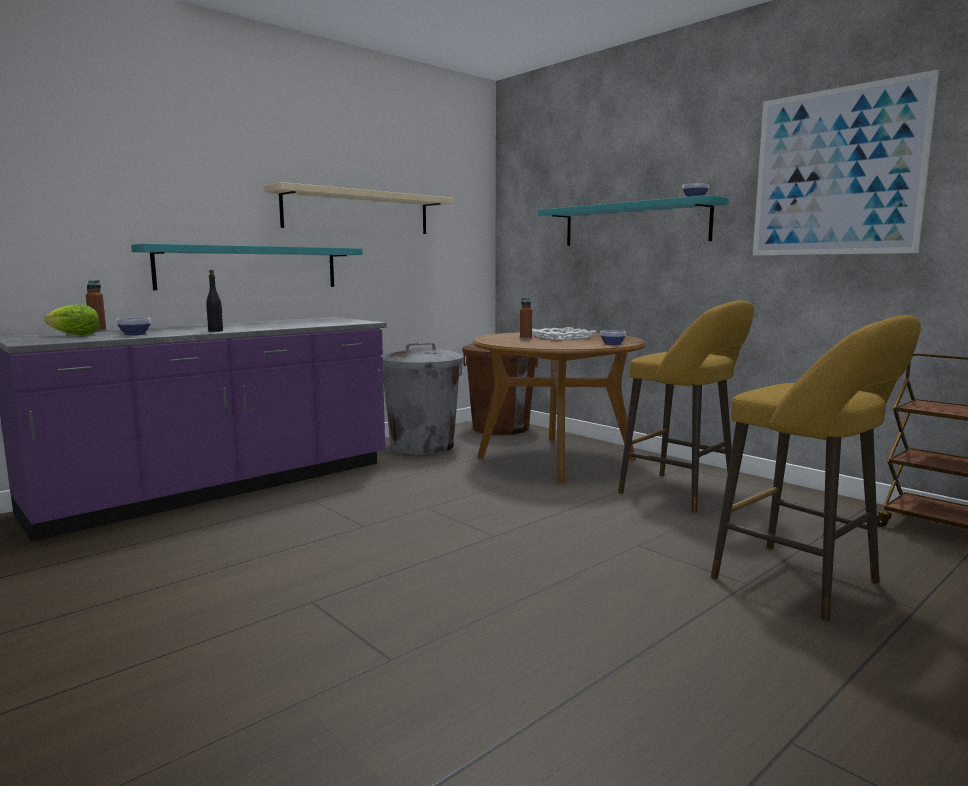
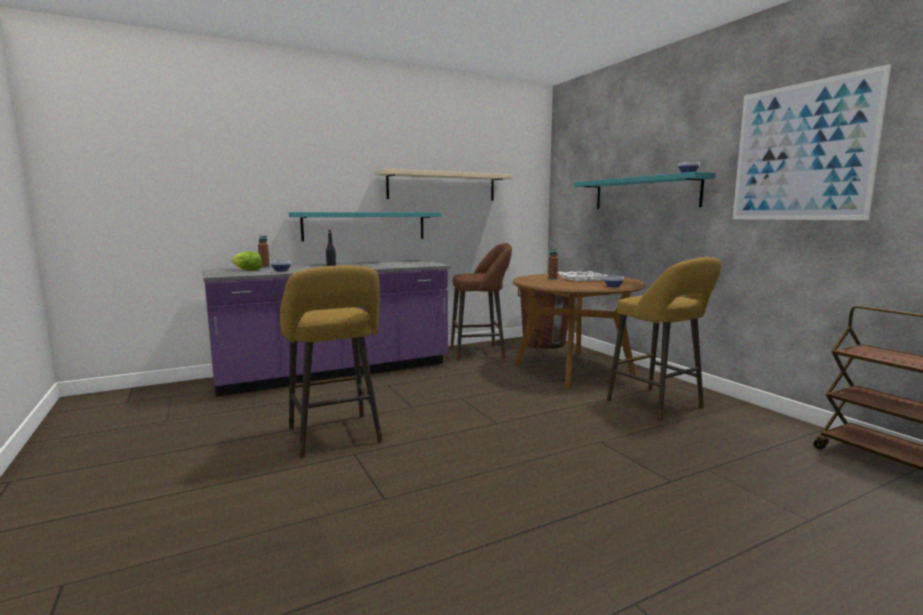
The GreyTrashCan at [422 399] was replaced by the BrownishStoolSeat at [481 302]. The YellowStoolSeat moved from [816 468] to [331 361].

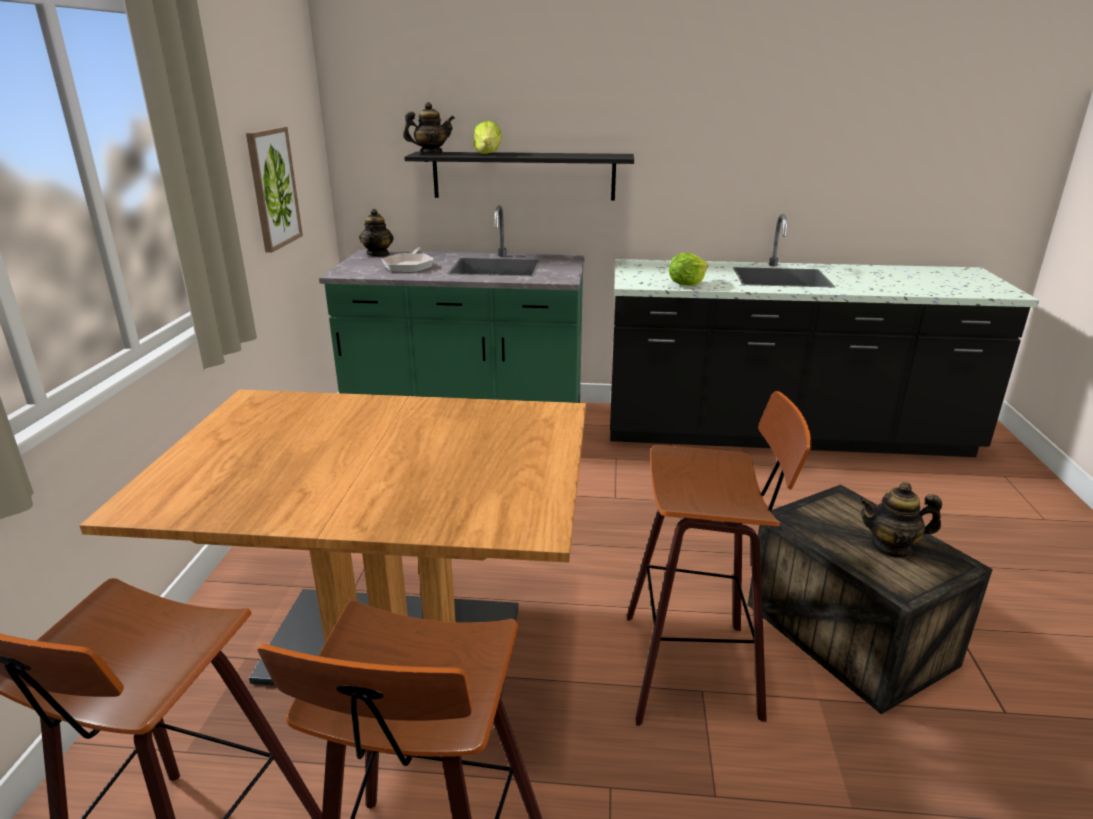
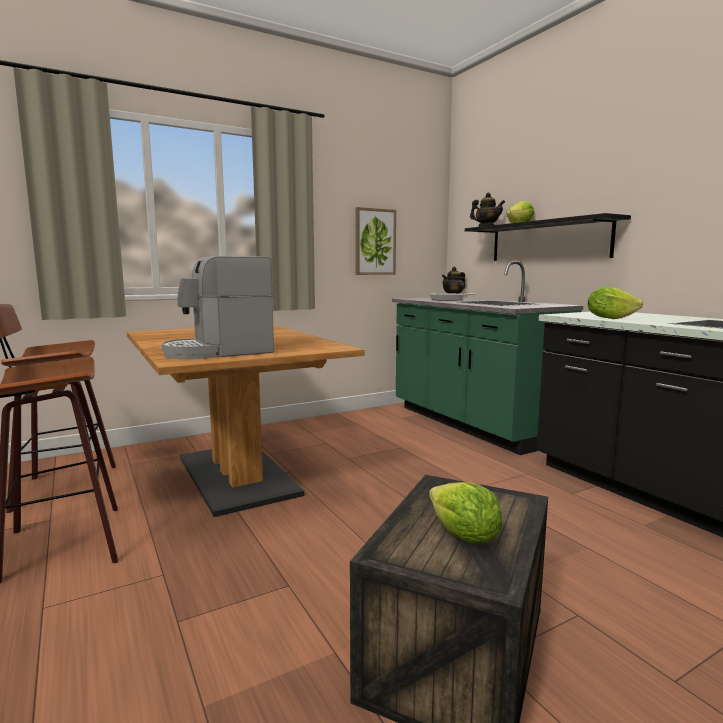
The StoolSeat at [719 558] disappeared. The Teapot at [900 520] was replaced by the LettuceHead at [465 513]. The CoffeeMaker at [218 308] appeared.

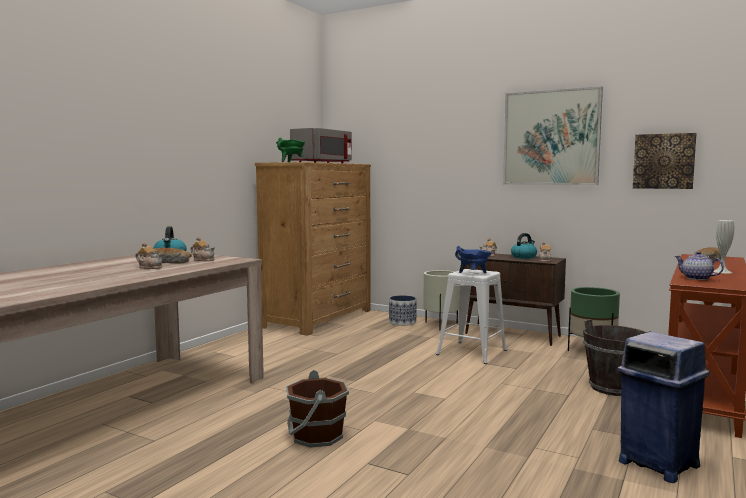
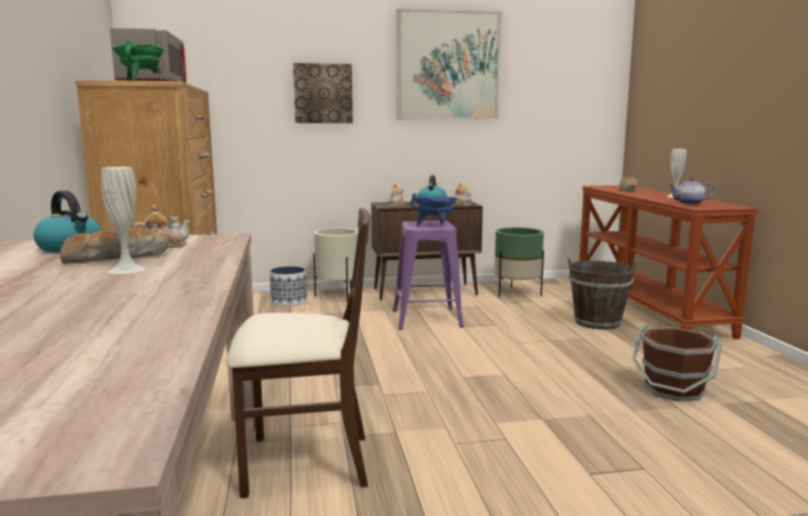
The Teapot at [149 255] was replaced by the WhiteColouredDecorativeVase at [123 220]. The BrownishWaterBucket moved from [317 409] to [677 362]. The WhiteColouredStoolSeat at [471 316] became the PurpleColouredStoolSeat at [428 275]. The BluishTrashCan at [663 407] disappeared. The WallArt moved from [665 161] to [323 93]. The SandColouredPlainChair at [298 353] appeared.

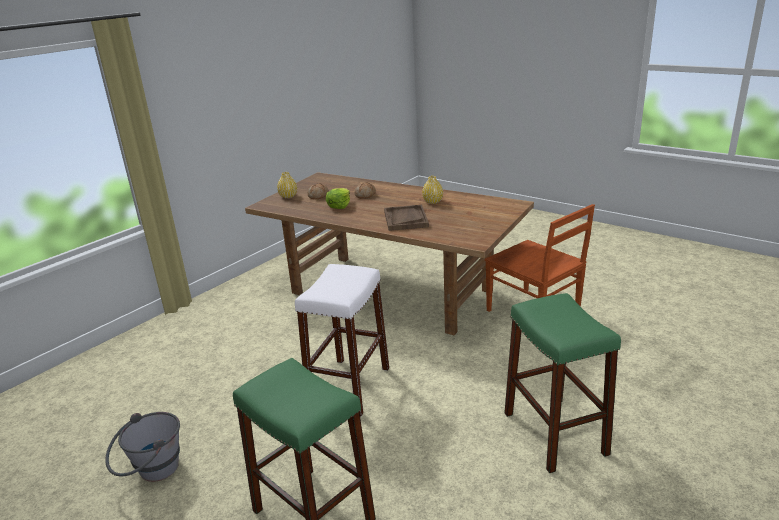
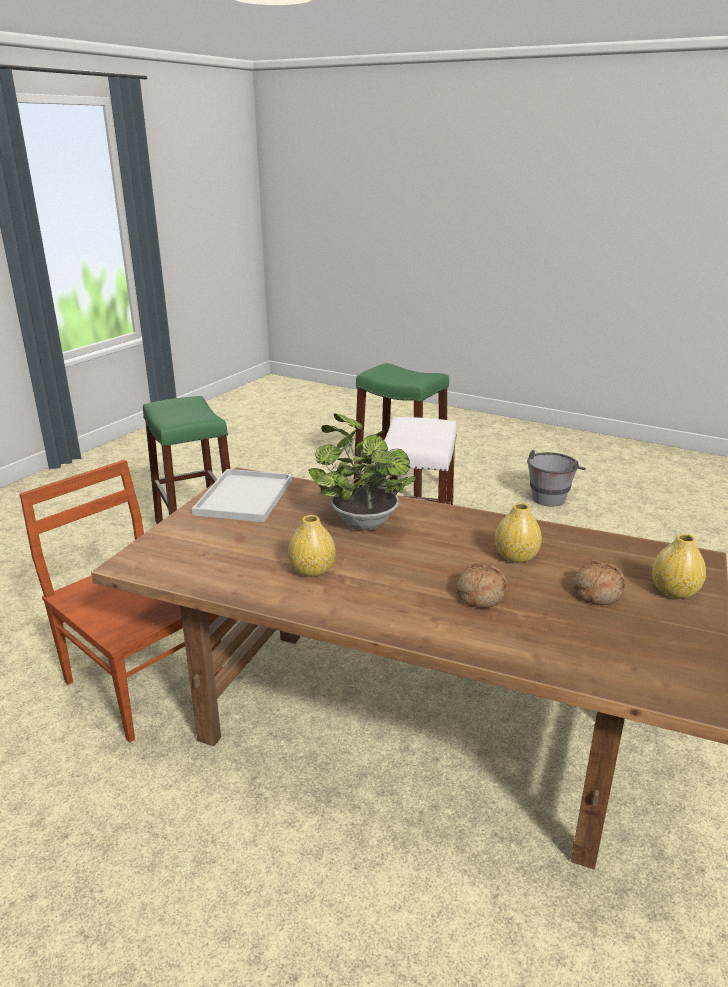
The LettuceHead at [338 198] was replaced by the YellowDecorativeVase at [518 533]. The BrownishTray at [406 218] was replaced by the Houseplant at [362 472]. The WhiteColouredTray at [242 495] appeared.

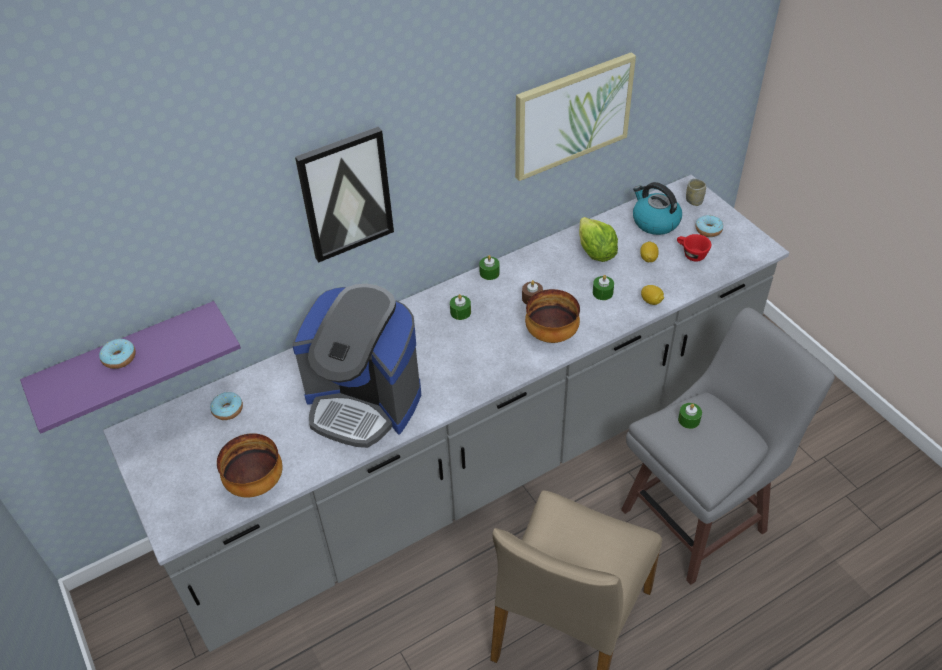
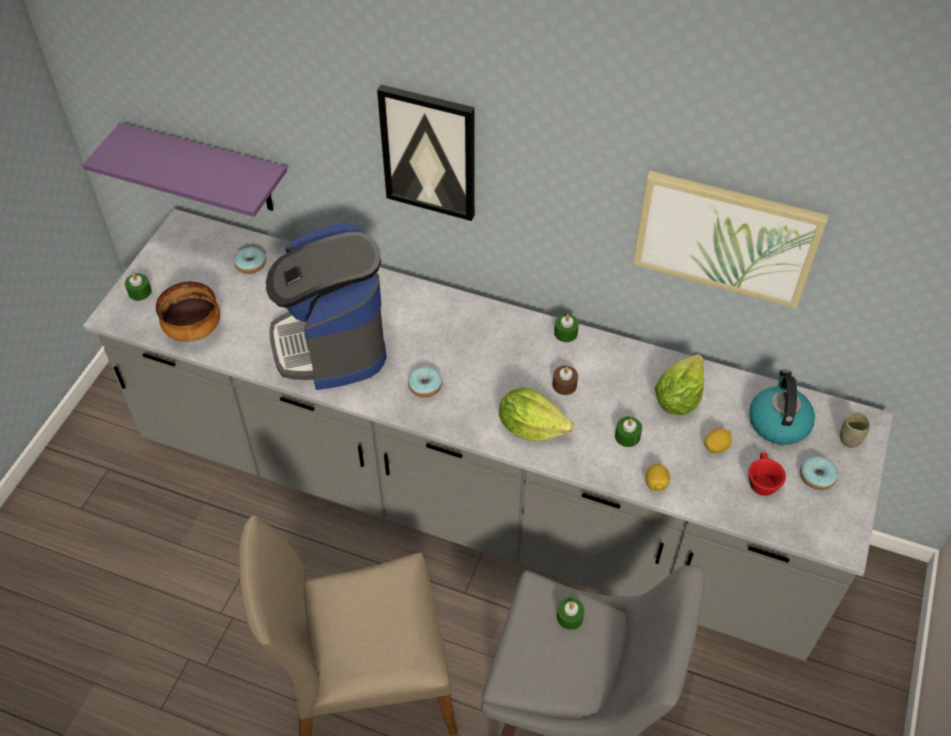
The RingDoughnut moved from [117 354] to [425 381]. The GreenishWaxLight moved from [460 307] to [138 287]. The DeepDish at [552 316] was replaced by the LettuceHead at [536 414].

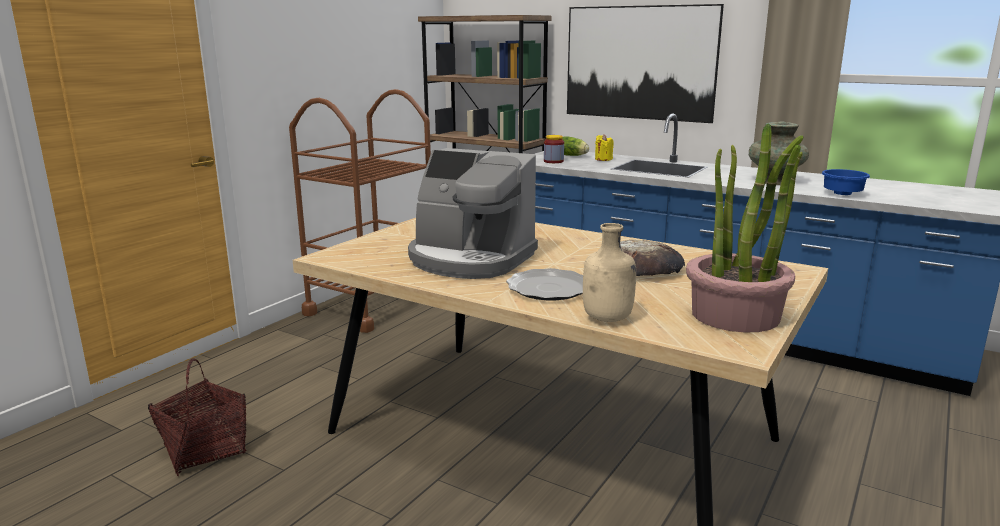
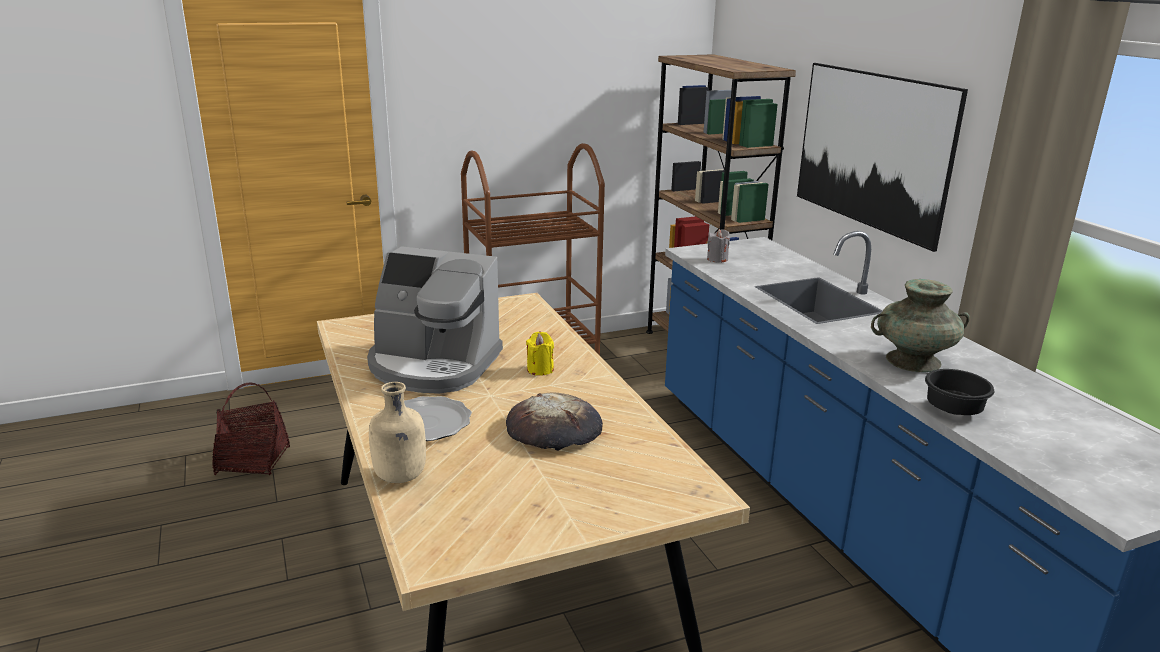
The CoffeeMaker at [473 213] turned 45 degrees counterclockwise. The StorageJar at [554 149] was replaced by the GreyWaxLight at [718 246]. The LettuceHead at [576 146] disappeared. The YellowWaxLight moved from [604 147] to [540 353]. The Houseplant at [744 228] disappeared. The BluishDeepDish at [846 182] became the BlackColouredDeepDish at [959 392].

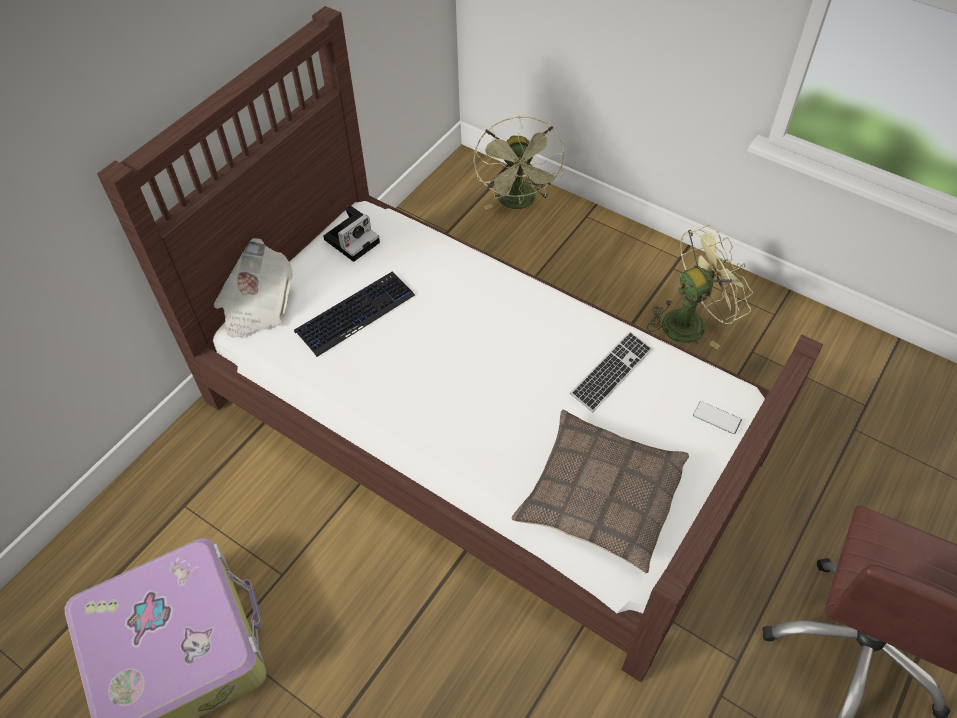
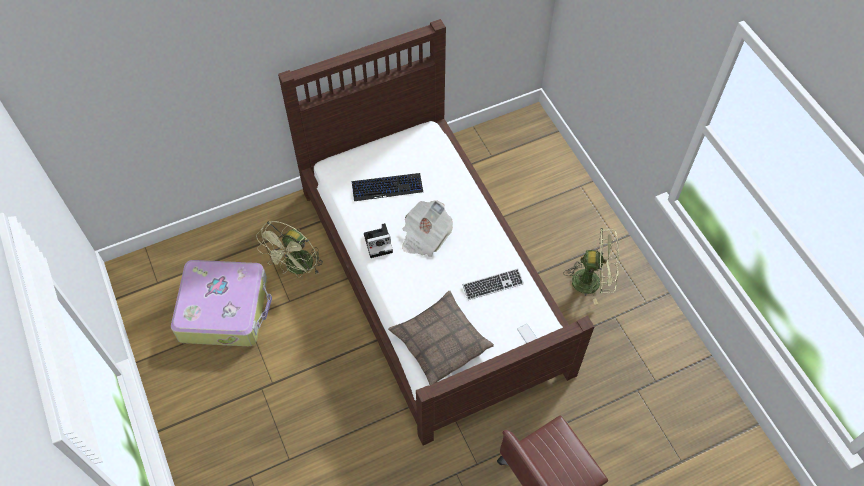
The PrintedPaper moved from [253 288] to [427 229]. The PhotoCamera moved from [351 233] to [378 240]. The GreenishCoolingFan moved from [518 162] to [289 249].

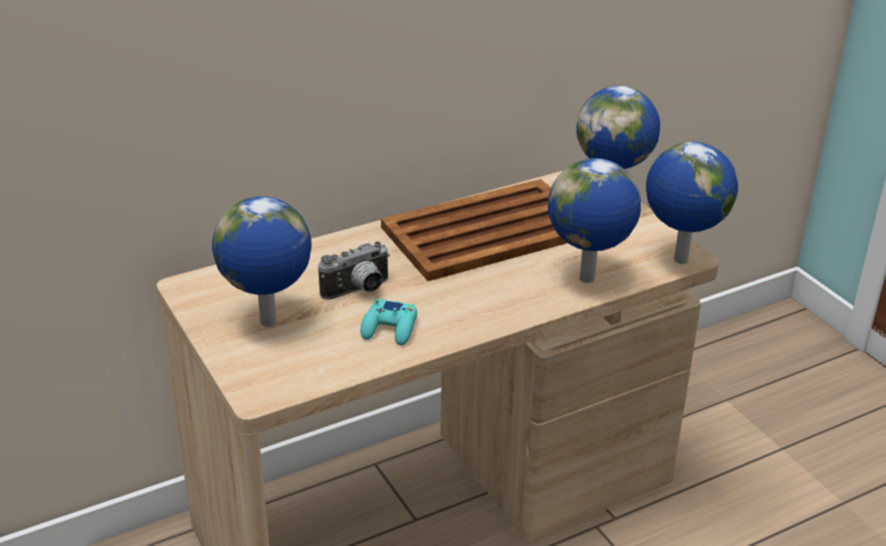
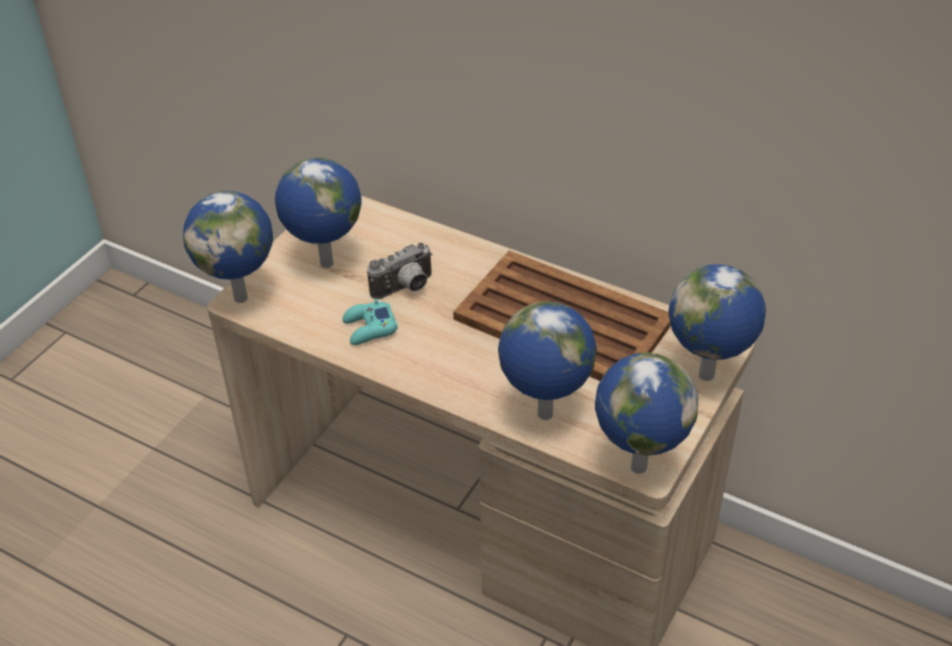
The PhotoCamera at [354 270] turned 60 degrees counterclockwise. The WorldGlobe at [228 247] appeared.

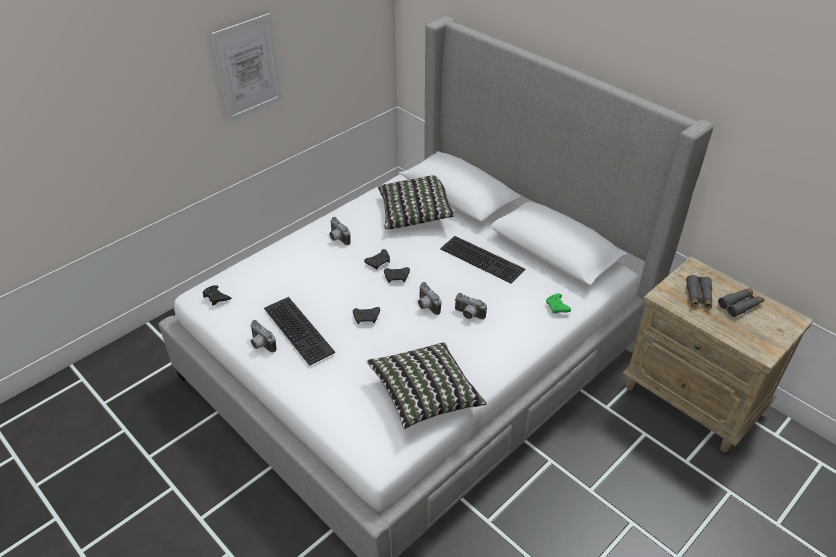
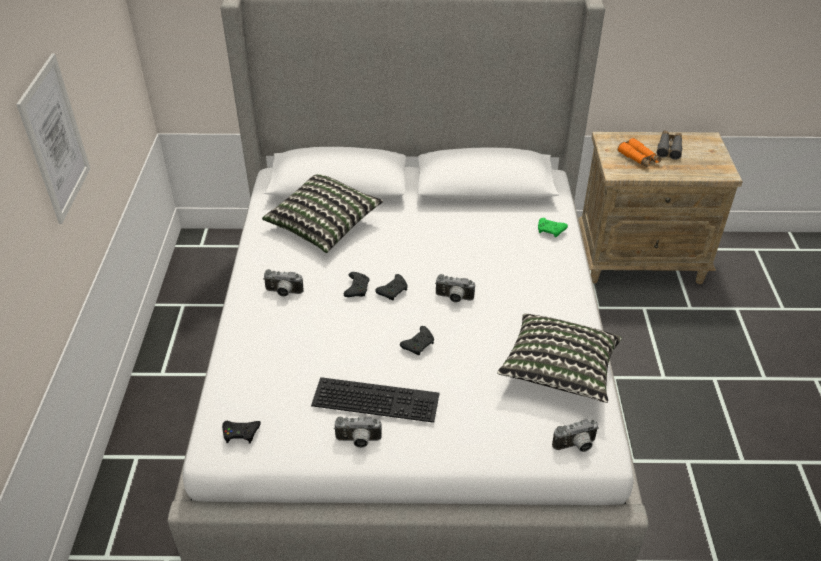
The Keyboard at [482 260] disappeared. The PhotoCamera moved from [471 306] to [575 435]. The GreyBinoculars at [699 292] became the OrangeColouredBinoculars at [639 153].

